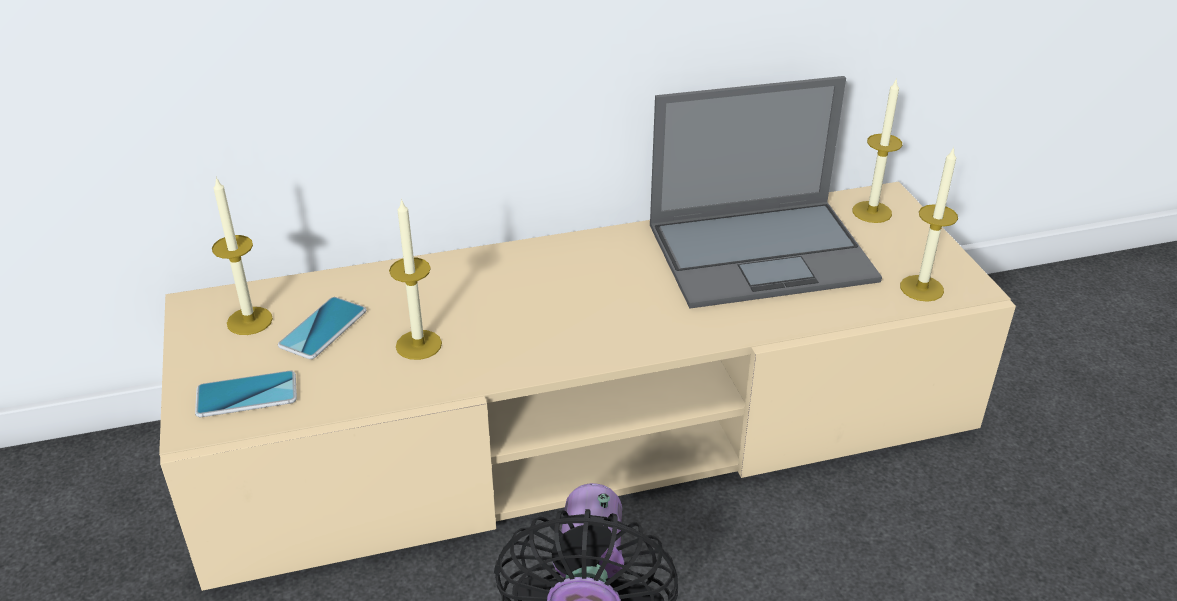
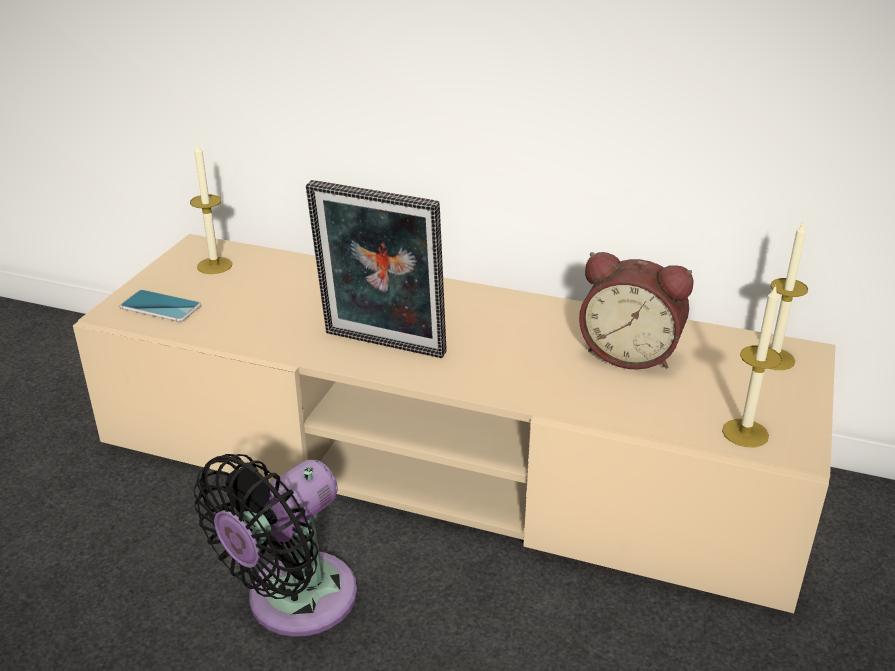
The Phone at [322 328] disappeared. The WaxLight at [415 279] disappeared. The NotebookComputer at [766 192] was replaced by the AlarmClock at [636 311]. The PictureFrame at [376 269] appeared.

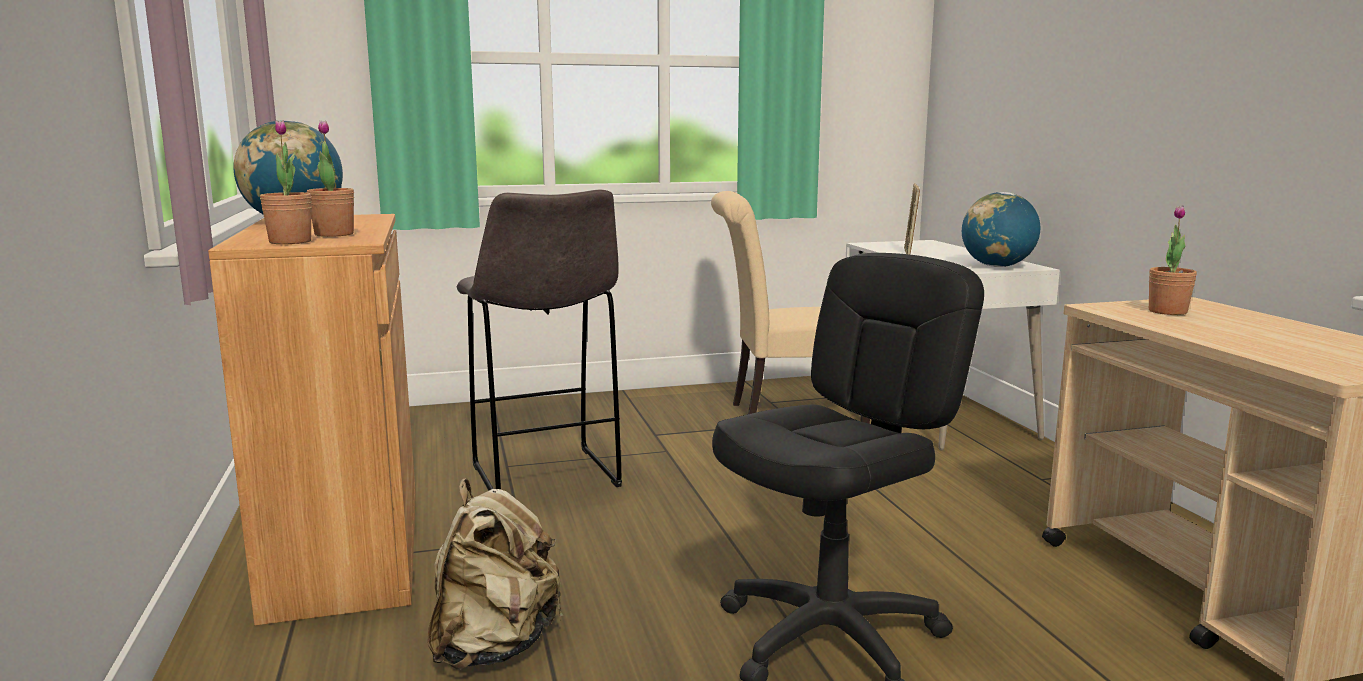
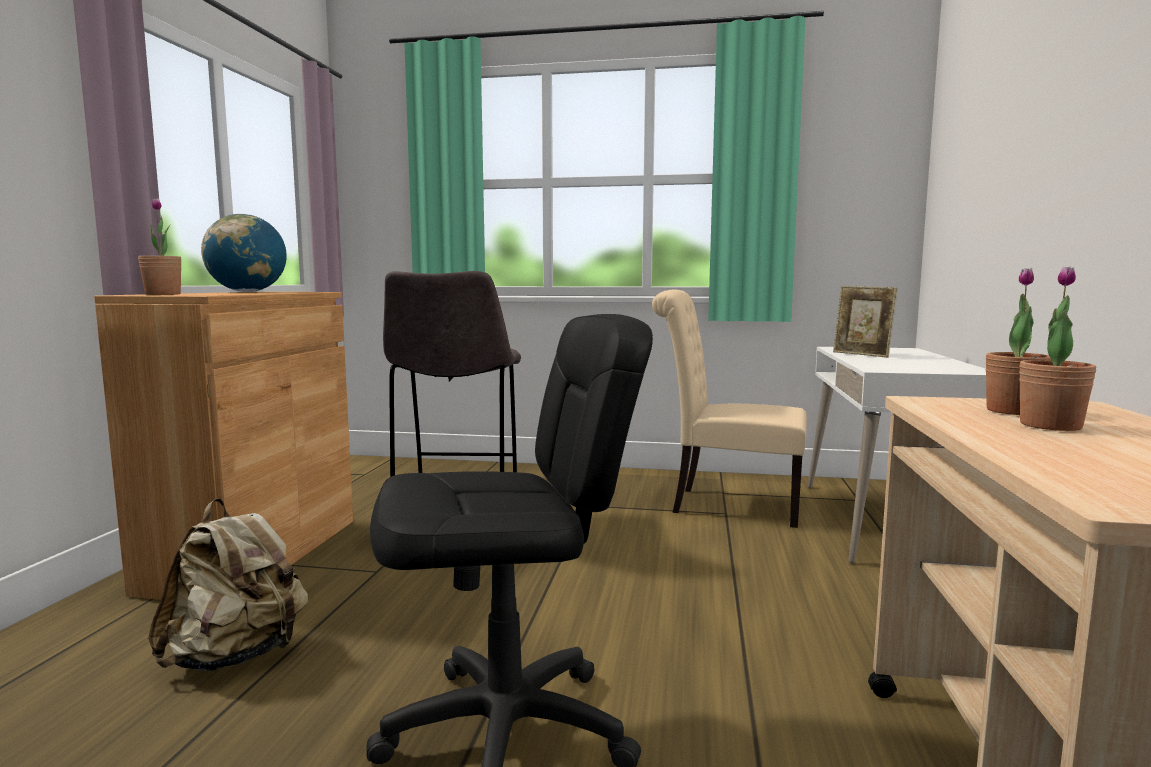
The Houseplant moved from [330 178] to [1058 348]. The PictureFrame at [912 219] turned 75 degrees counterclockwise. The WorldGlobe at [1001 229] disappeared.

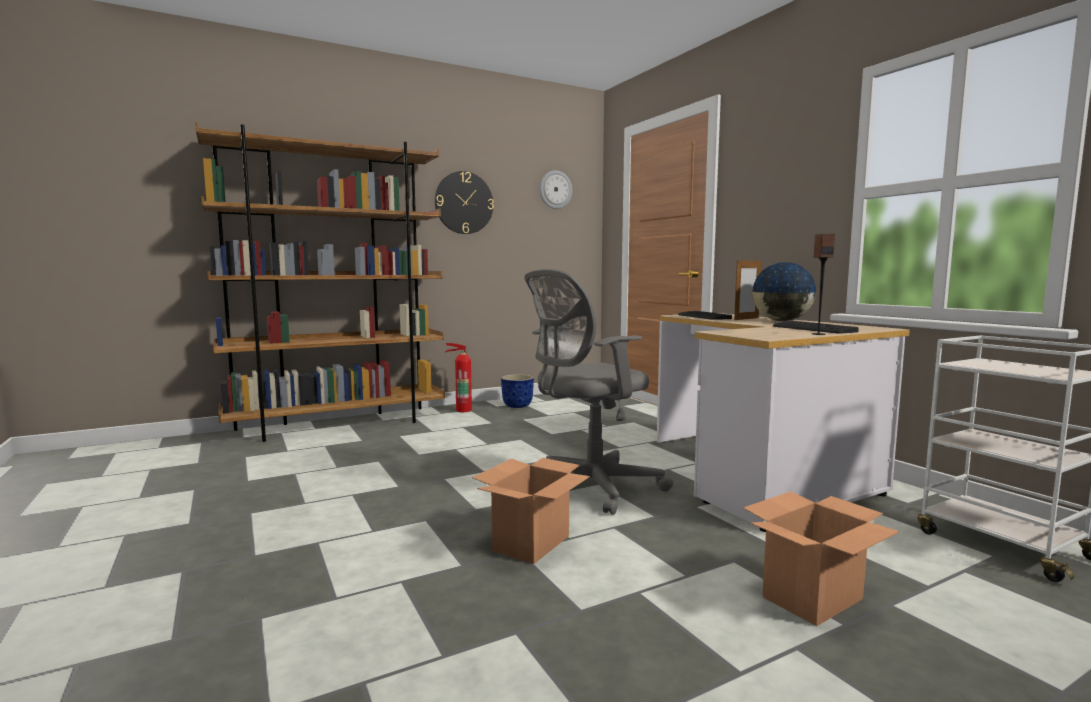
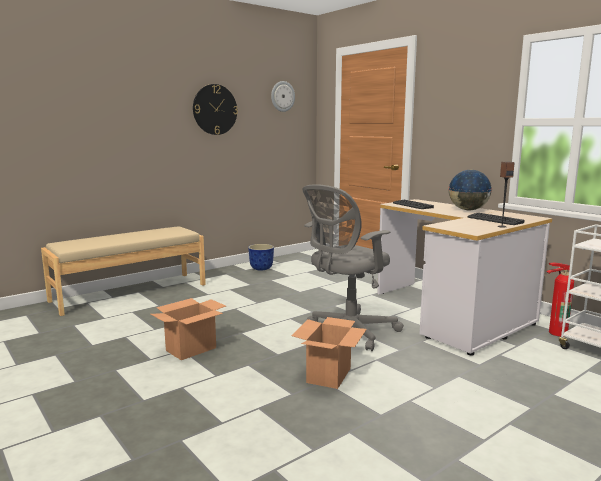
The BrownishShelvingUnit at [320 282] was replaced by the SandColouredLongSeat at [123 271]. The FireFightingCylinder moved from [458 377] to [560 300]. The PictureFrame at [748 289] disappeared. The PackingBox moved from [821 558] to [188 329].

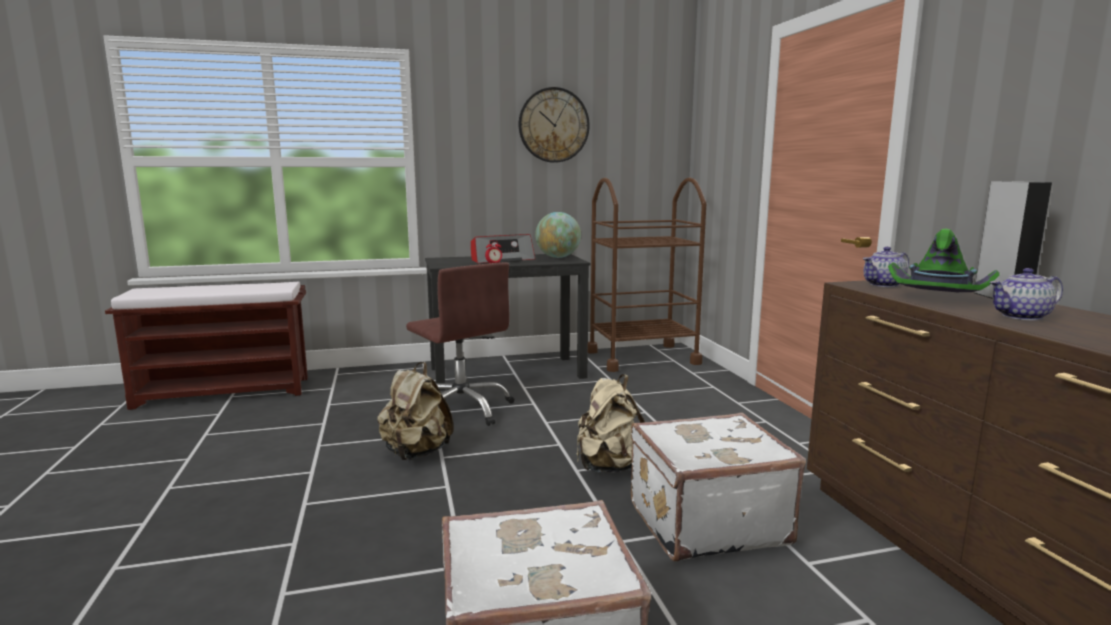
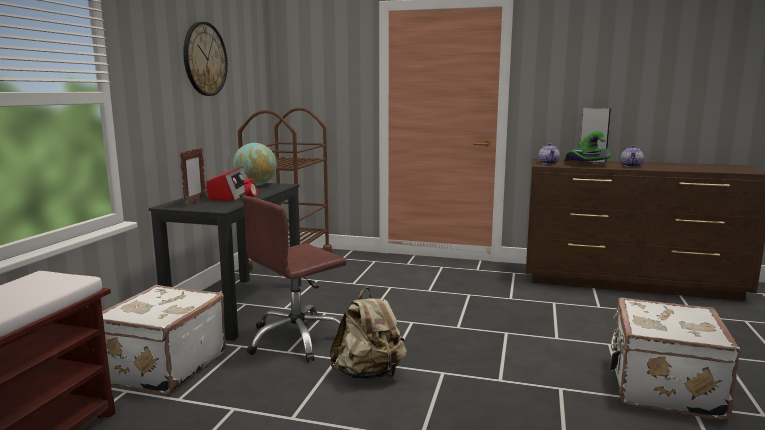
The BrownishComputerChair at [460 344] turned 150 degrees clockwise. The SandColouredKnapsack at [611 423] disappeared. The WhiteColouredSuitcase moved from [718 487] to [164 340]. The PictureFrame at [193 177] appeared.

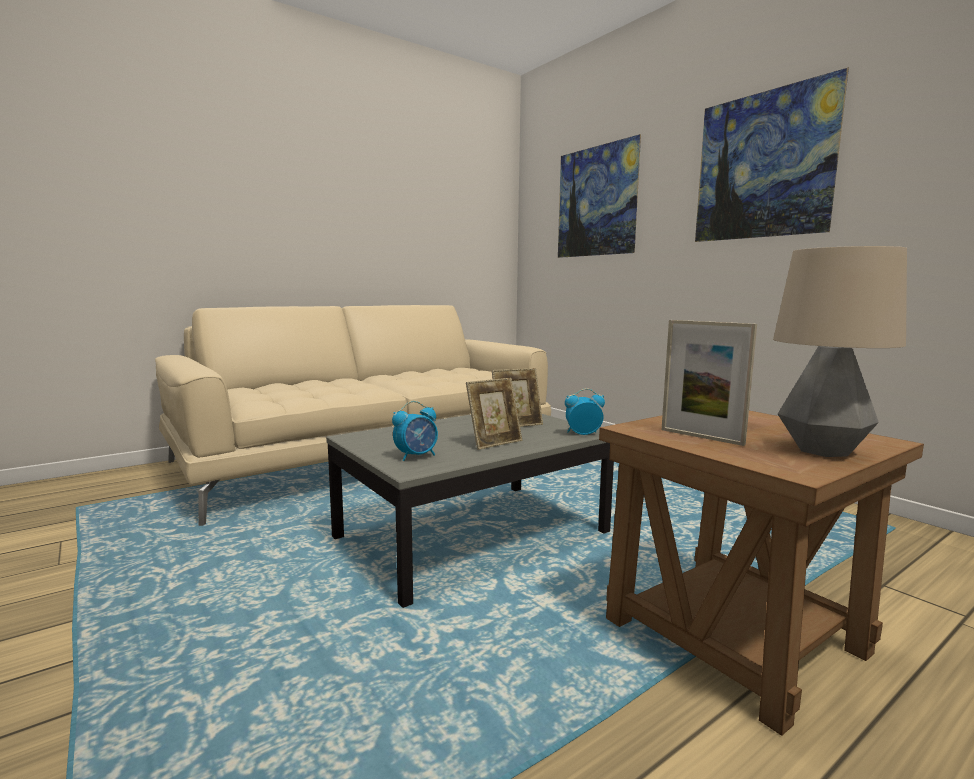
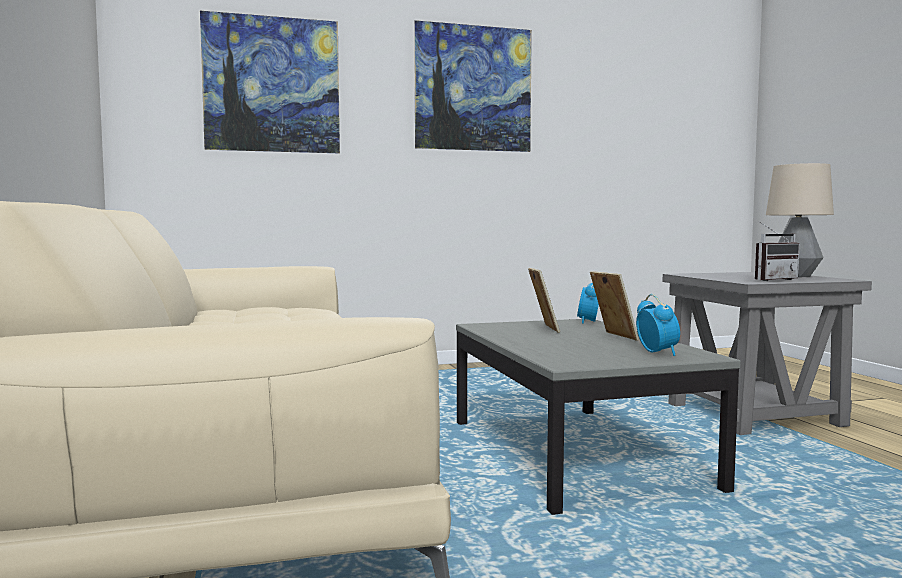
The BrownishEndTable at [761 573] became the GreyEndTable at [767 353]. The PictureFrame at [709 383] was replaced by the RadioSet at [777 251].

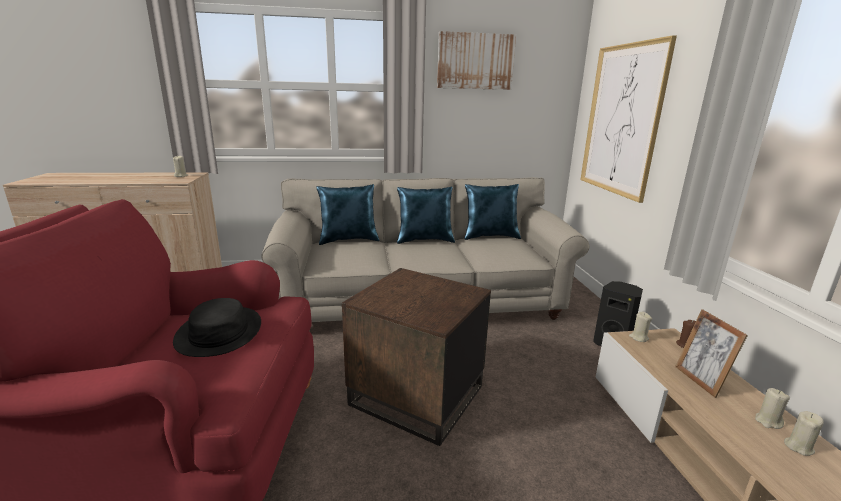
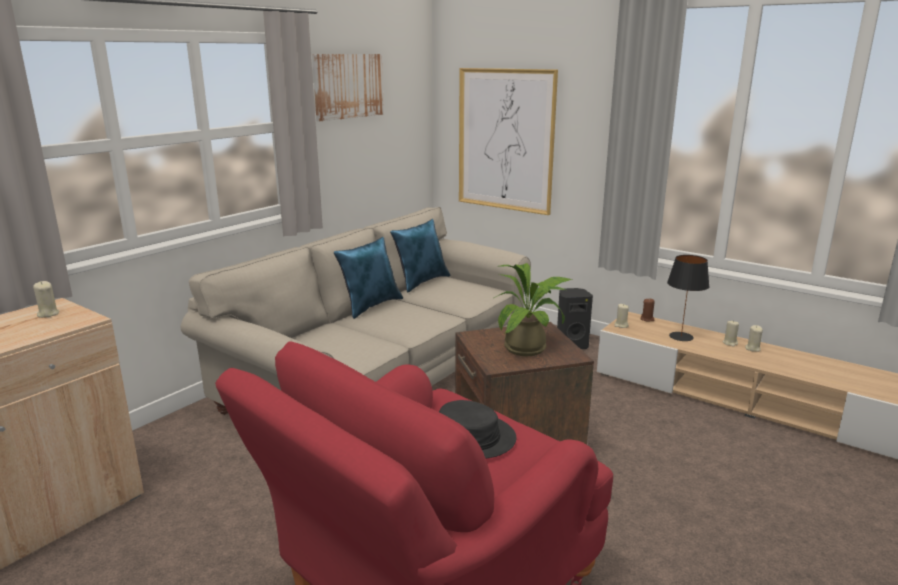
The BluishCushion at [348 214] disappeared. The PictureFrame at [711 353] was replaced by the BlackColouredTabletopLamp at [688 298]. The Houseplant at [533 309] appeared.

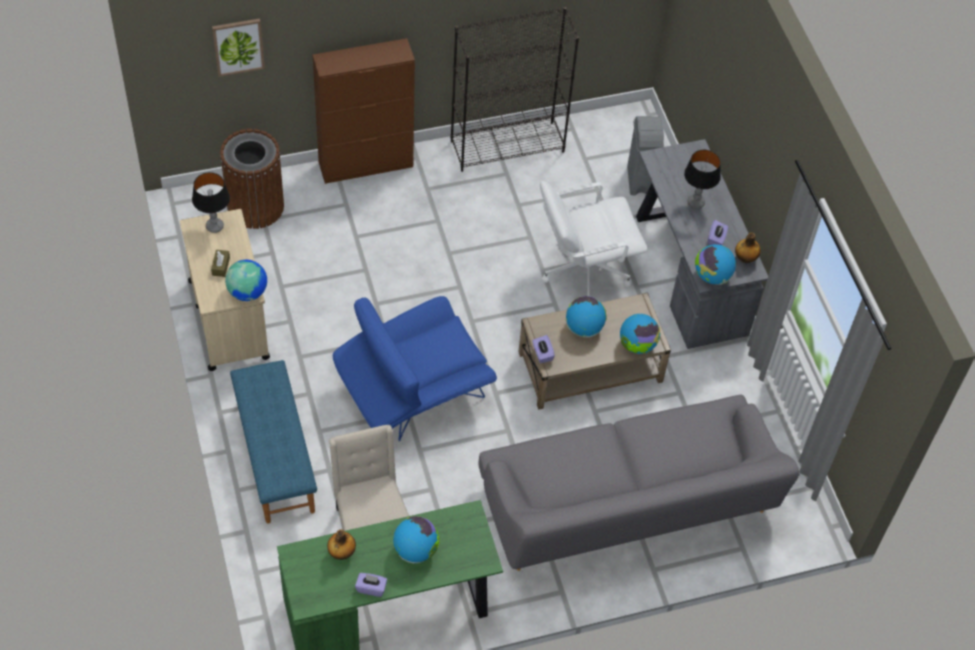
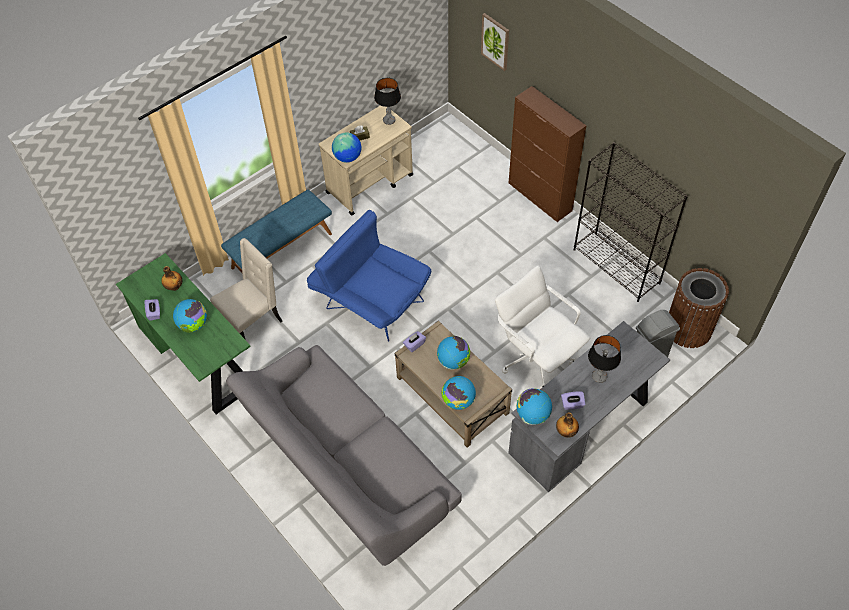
The BrownishTrashCan moved from [252 179] to [699 308].

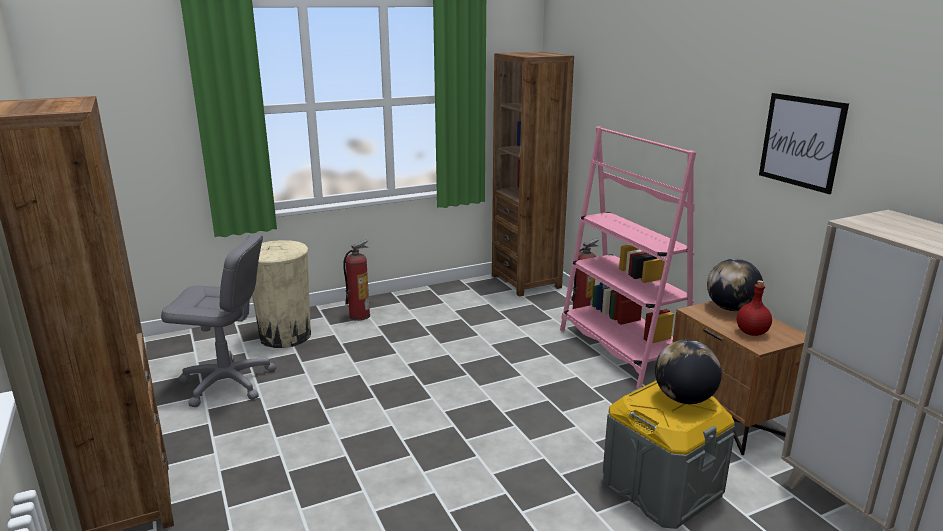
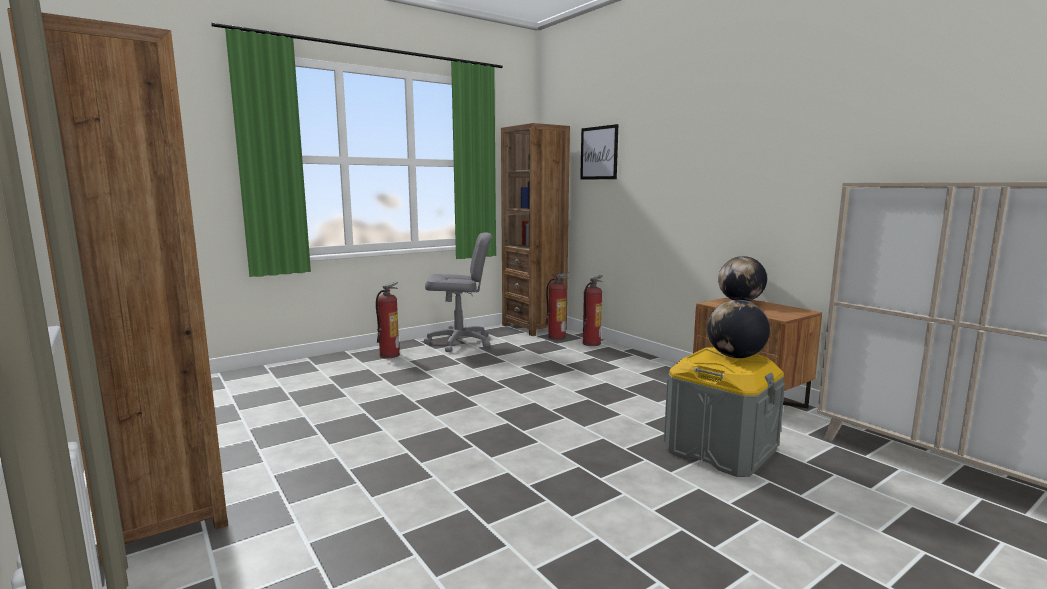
The GreyComputerChair moved from [218 320] to [458 292]. The SandColouredTrashCan at [281 294] disappeared. The PinkShelvingUnit at [628 257] disappeared. The RedDrinkBottle at [754 308] disappeared. The WallArt moved from [804 143] to [599 152]. The FireFightingCylinder at [557 306] appeared.

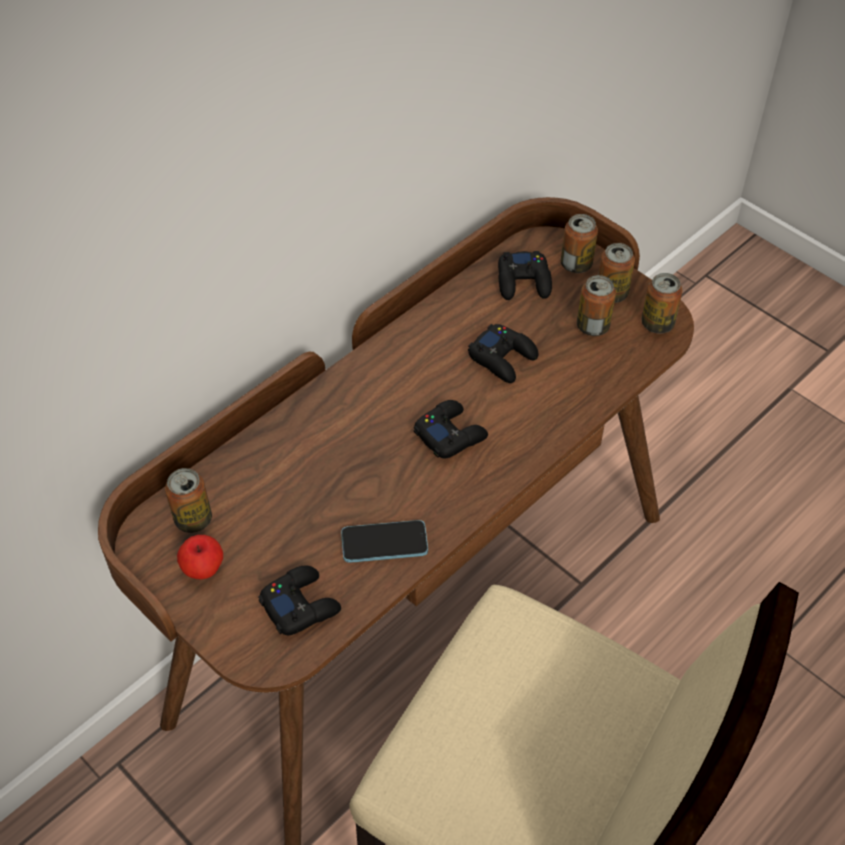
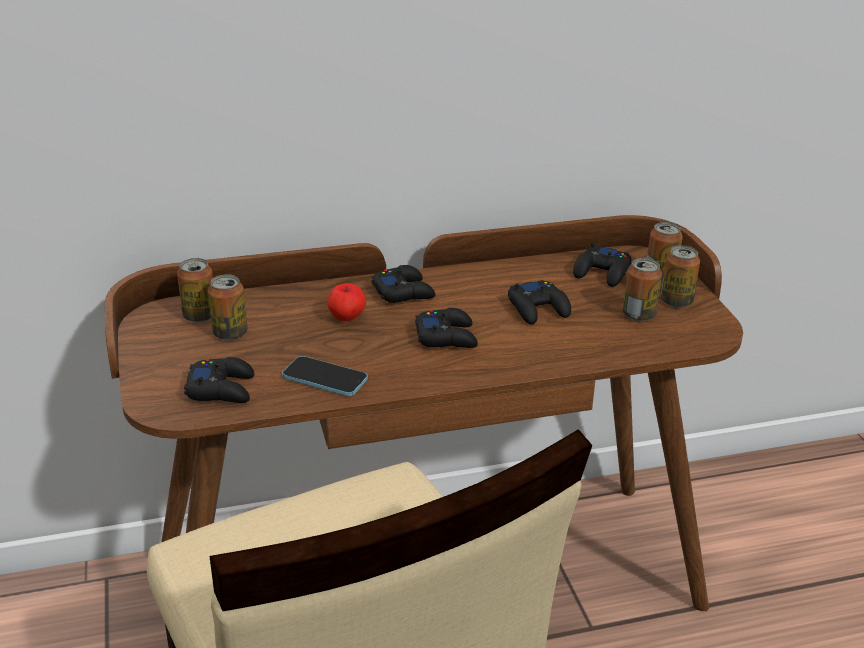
The AppleFruit moved from [200 557] to [346 302]. The Can moved from [661 303] to [228 307]. The BlackColouredJoypad at [403 284] appeared.

